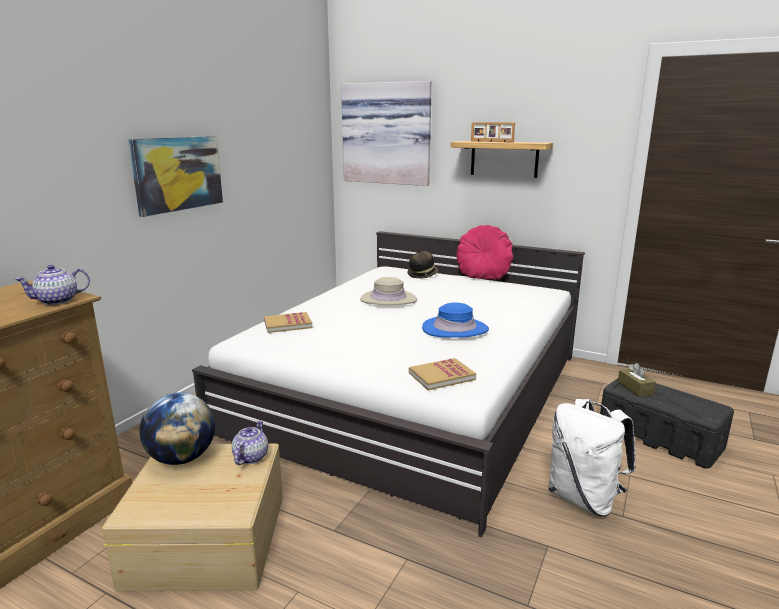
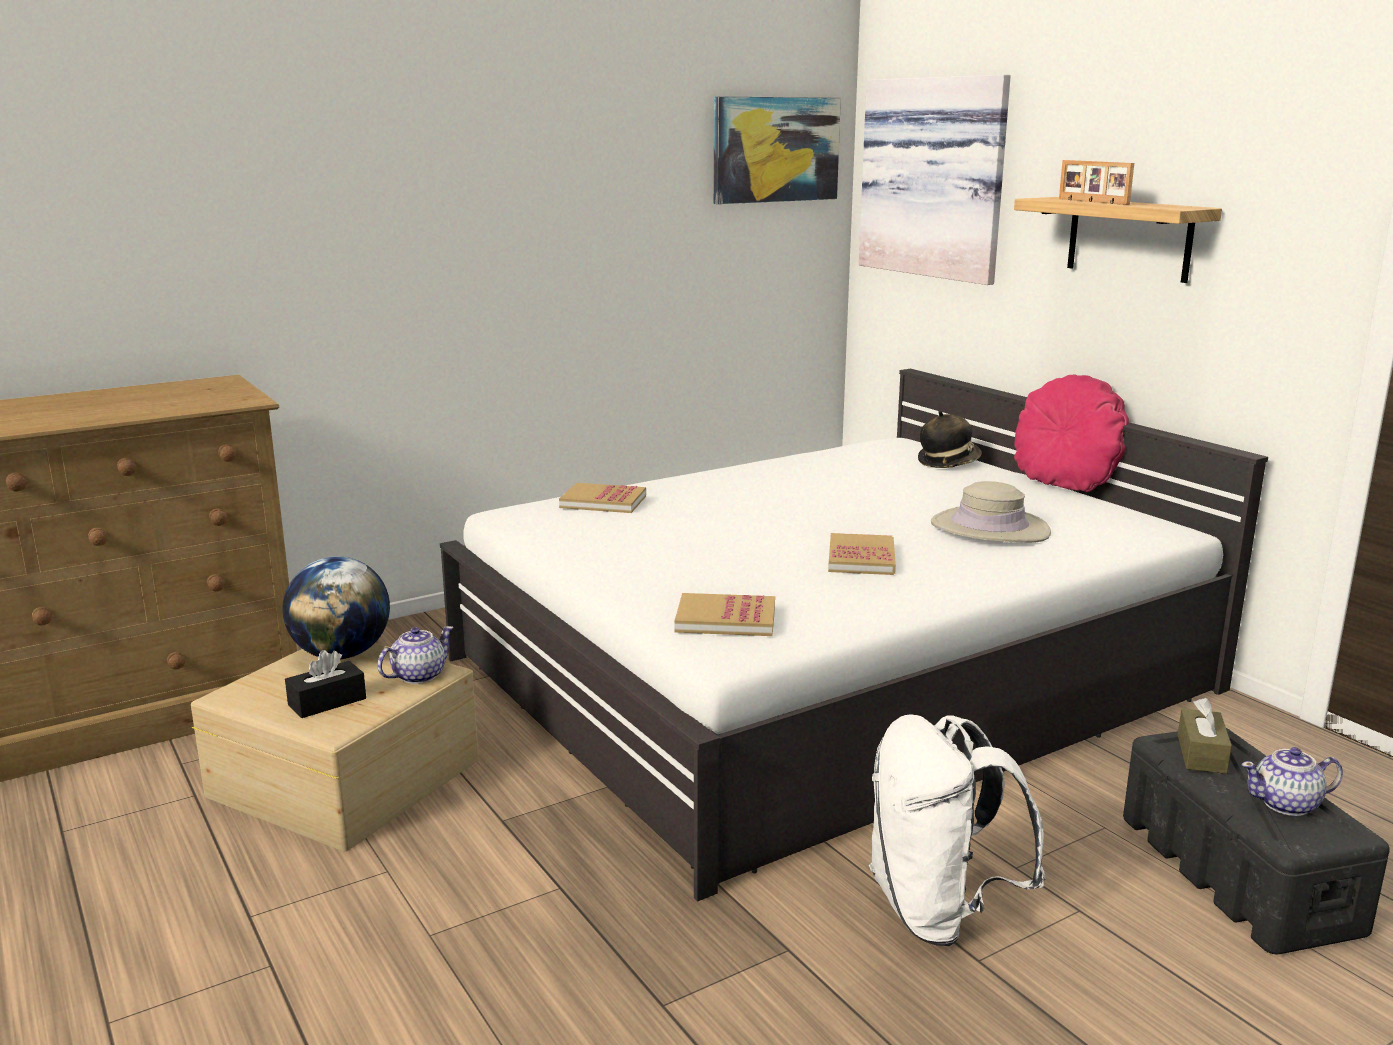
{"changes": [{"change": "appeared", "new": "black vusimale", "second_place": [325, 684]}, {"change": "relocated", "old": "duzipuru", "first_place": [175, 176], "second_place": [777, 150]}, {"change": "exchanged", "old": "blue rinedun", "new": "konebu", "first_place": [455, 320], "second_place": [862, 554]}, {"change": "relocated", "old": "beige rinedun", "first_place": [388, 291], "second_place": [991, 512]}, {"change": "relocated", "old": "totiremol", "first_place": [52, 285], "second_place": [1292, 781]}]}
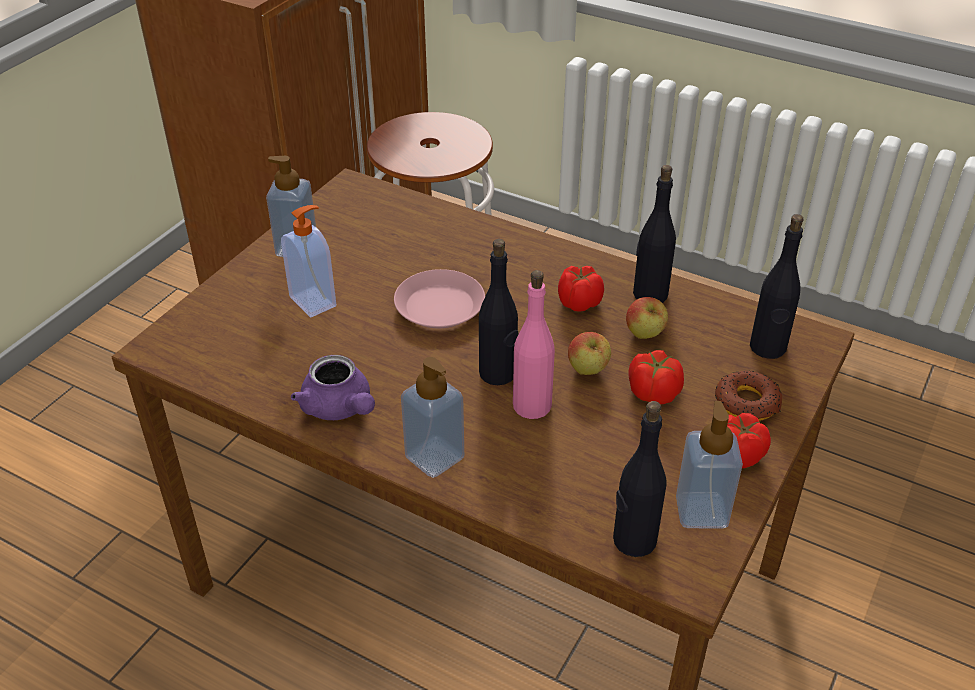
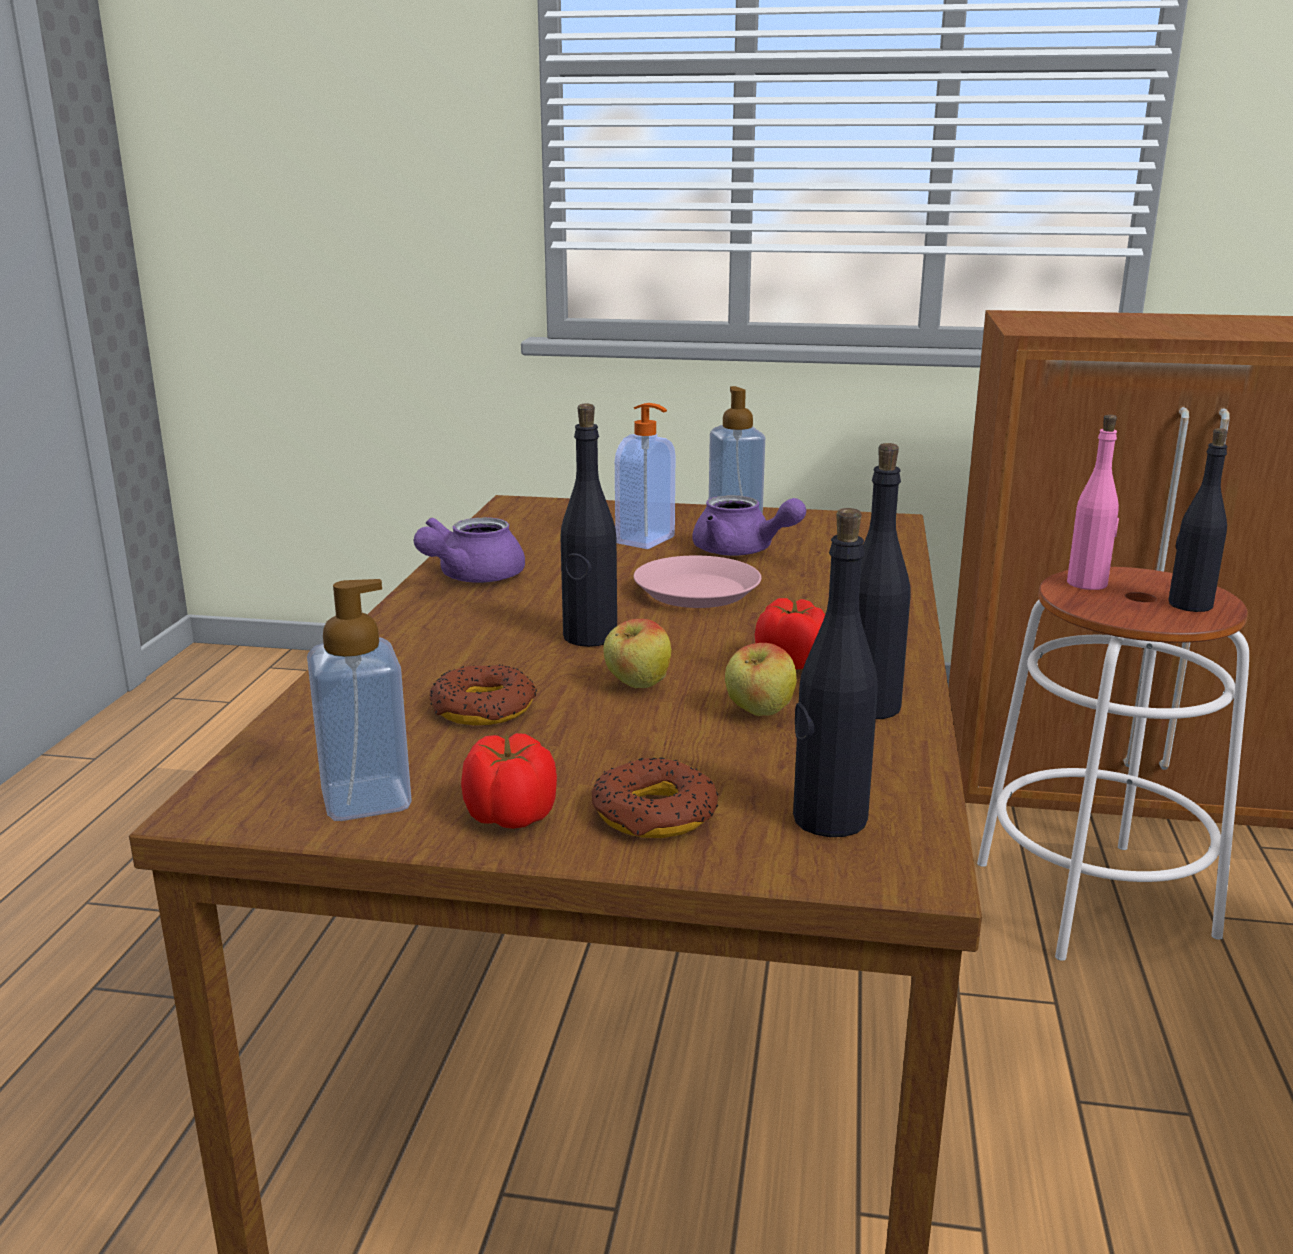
{"changes": [{"change": "appeared", "new": "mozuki", "second_place": [483, 694]}, {"change": "appeared", "new": "purple totiremol", "second_place": [749, 525]}, {"change": "relocated", "old": "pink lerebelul", "first_place": [534, 344], "second_place": [1093, 502]}, {"change": "relocated", "old": "black lerebelul", "first_place": [640, 479], "second_place": [1197, 520]}, {"change": "missing", "old": "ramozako", "first_place": [432, 417]}, {"change": "missing", "old": "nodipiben", "first_place": [656, 377]}]}
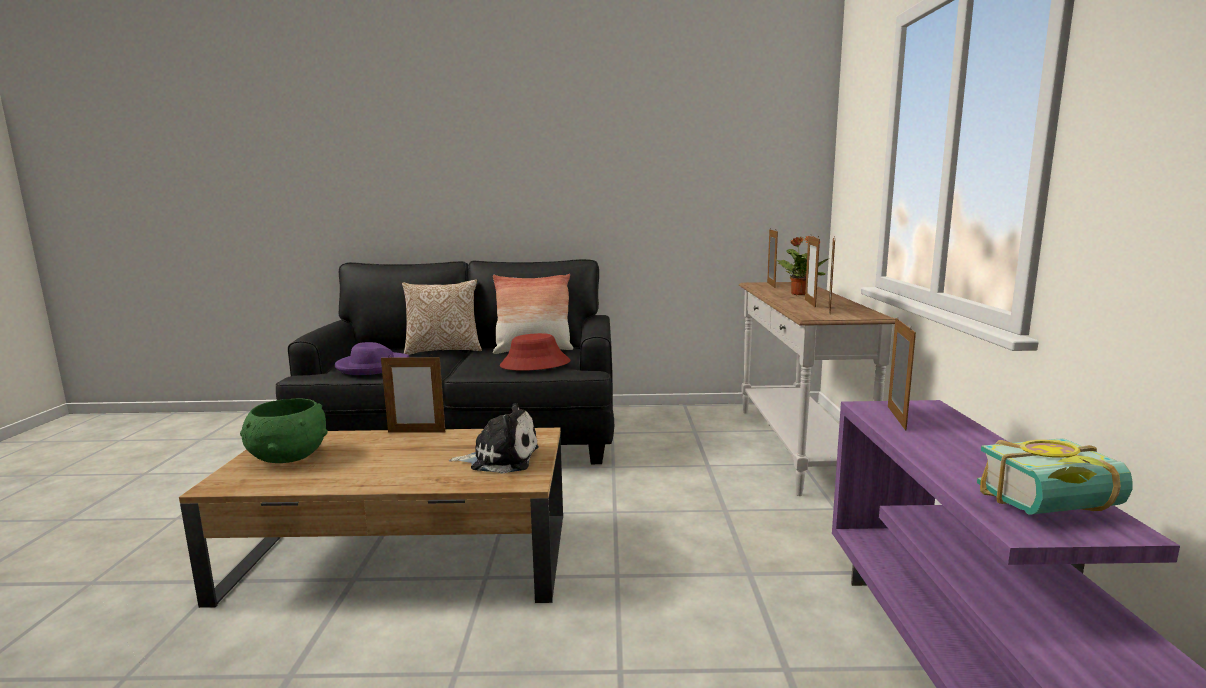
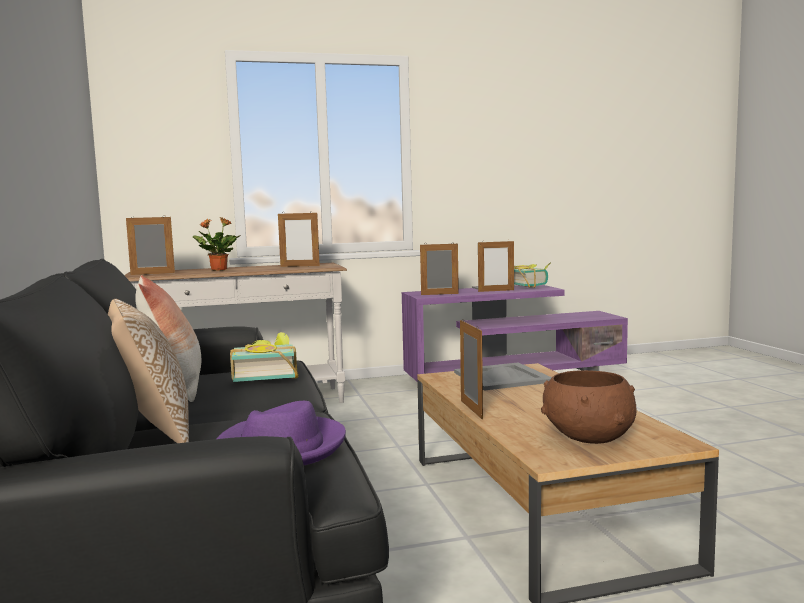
{"changes": [{"change": "exchanged", "old": "red rinedun", "new": "konebu", "first_place": [535, 352], "second_place": [264, 357]}, {"change": "exchanged", "old": "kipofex", "new": "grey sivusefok", "first_place": [494, 438], "second_place": [503, 376]}, {"change": "relocated", "old": "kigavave", "first_place": [812, 271], "second_place": [496, 266]}, {"change": "colour", "old": "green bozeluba", "new": "brown bozeluba", "first_place": [284, 431], "second_place": [588, 407]}]}
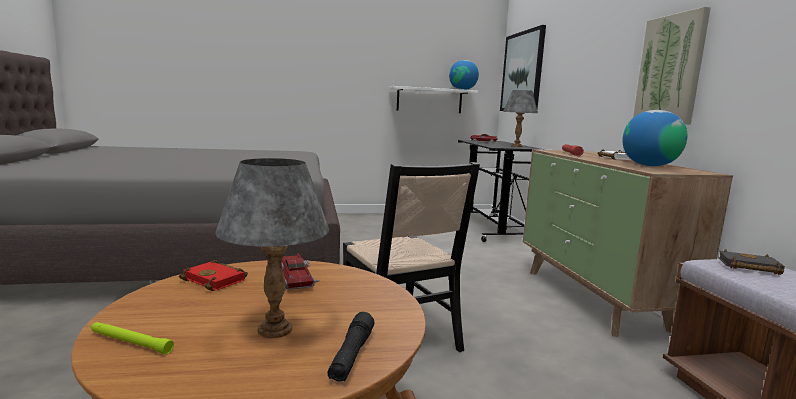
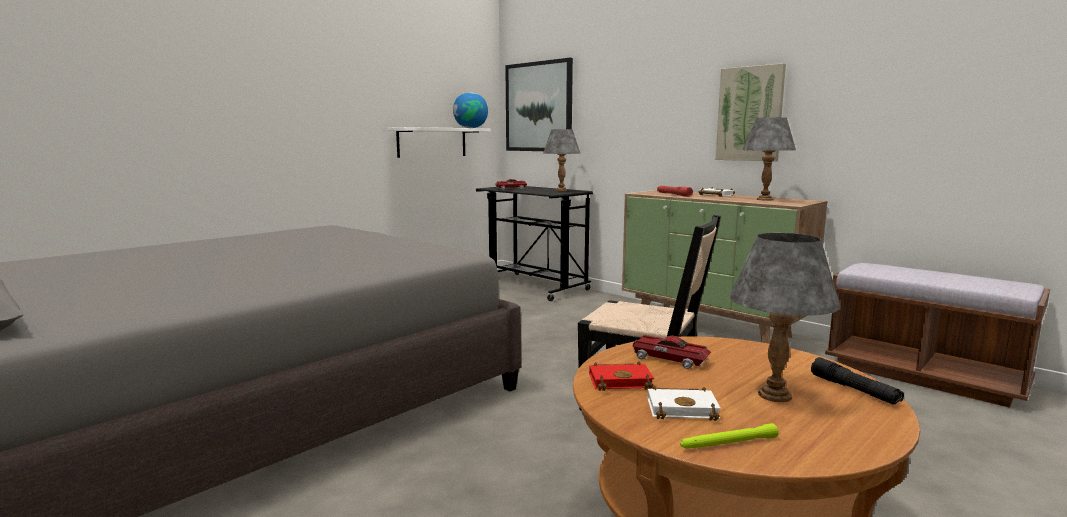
{"changes": [{"change": "appeared", "new": "white konebu", "second_place": [684, 403]}, {"change": "exchanged", "old": "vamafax", "new": "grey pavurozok", "first_place": [654, 138], "second_place": [769, 159]}, {"change": "missing", "old": "black konebu", "first_place": [751, 262]}]}
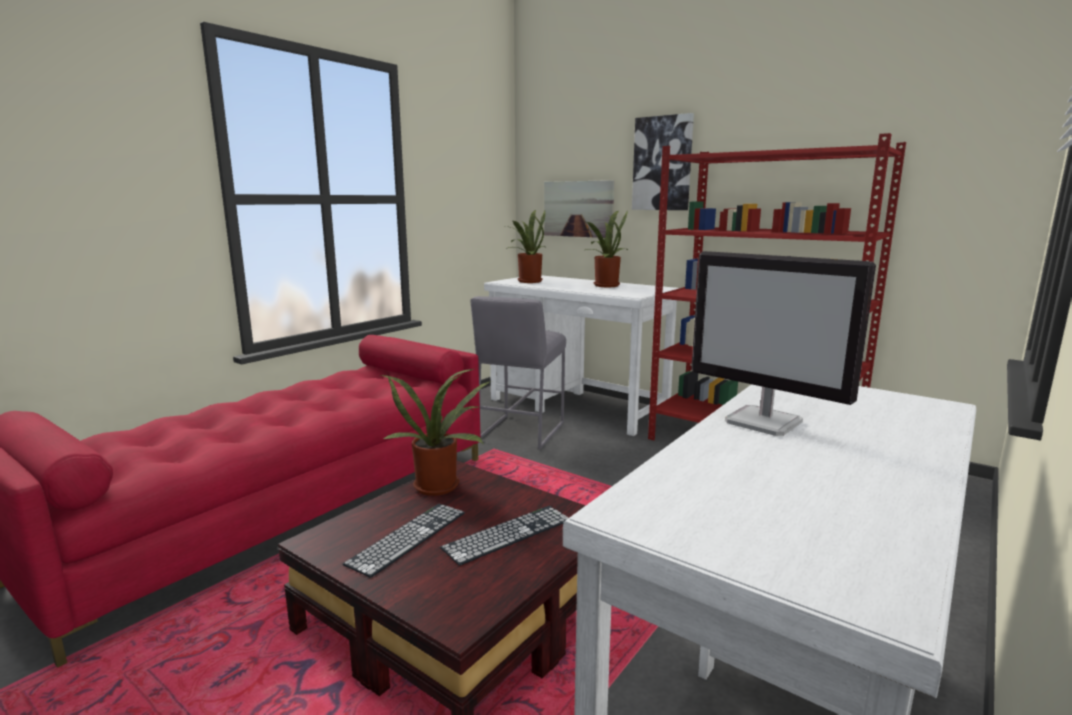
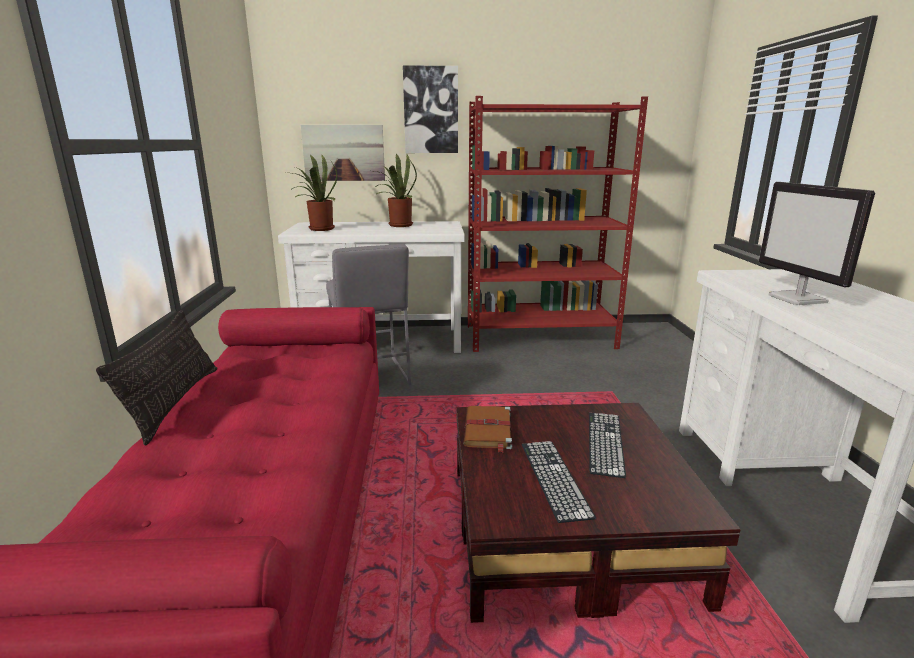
{"changes": [{"change": "appeared", "new": "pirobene", "second_place": [156, 378]}, {"change": "exchanged", "old": "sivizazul", "new": "brown konebu", "first_place": [435, 432], "second_place": [487, 429]}, {"change": "spun", "old": "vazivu", "first_place": [783, 343], "second_place": [817, 243], "degrees": 75}]}
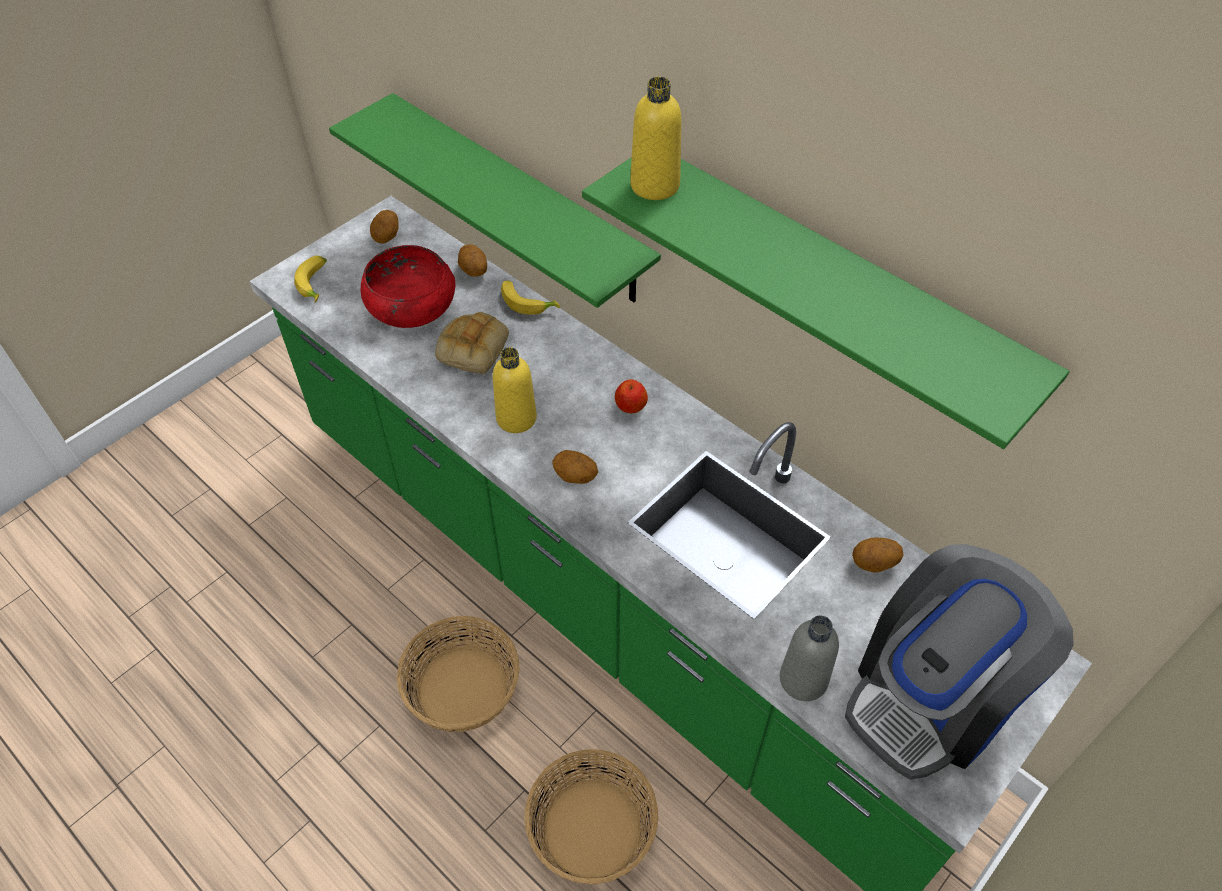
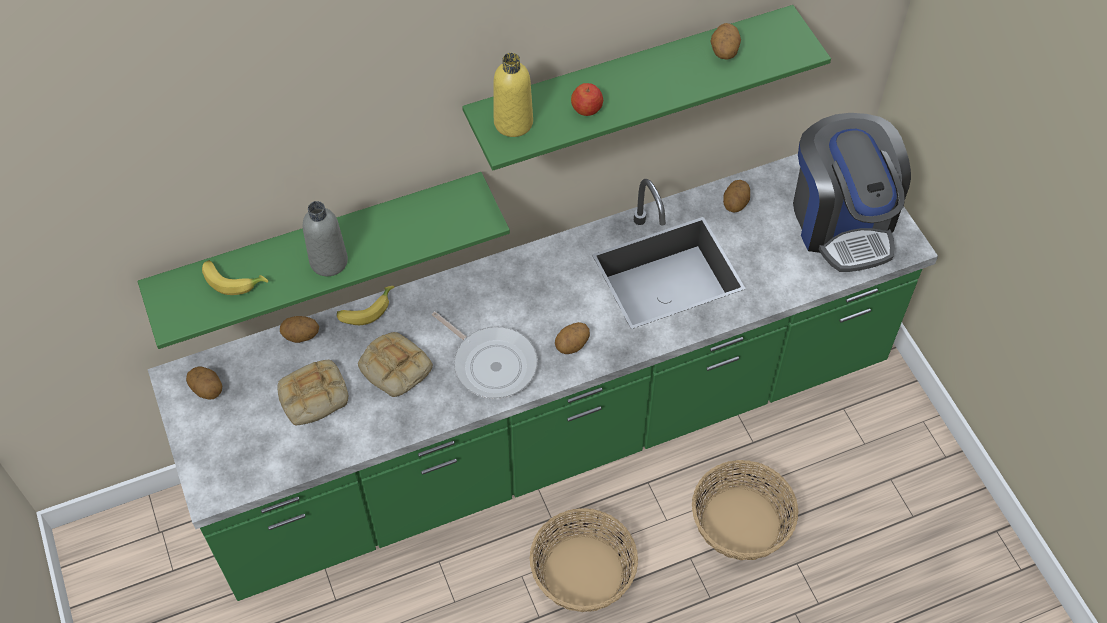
{"changes": [{"change": "relocated", "old": "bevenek", "first_place": [310, 279], "second_place": [235, 277]}, {"change": "exchanged", "old": "red bozeluba", "new": "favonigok", "first_place": [407, 286], "second_place": [312, 393]}, {"change": "relocated", "old": "grey lerebelul", "first_place": [809, 658], "second_place": [325, 238]}, {"change": "exchanged", "old": "yellow lerebelul", "new": "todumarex", "first_place": [515, 390], "second_place": [485, 355]}, {"change": "relocated", "old": "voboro", "first_place": [631, 396], "second_place": [587, 99]}, {"change": "appeared", "new": "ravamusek", "second_place": [725, 41]}]}
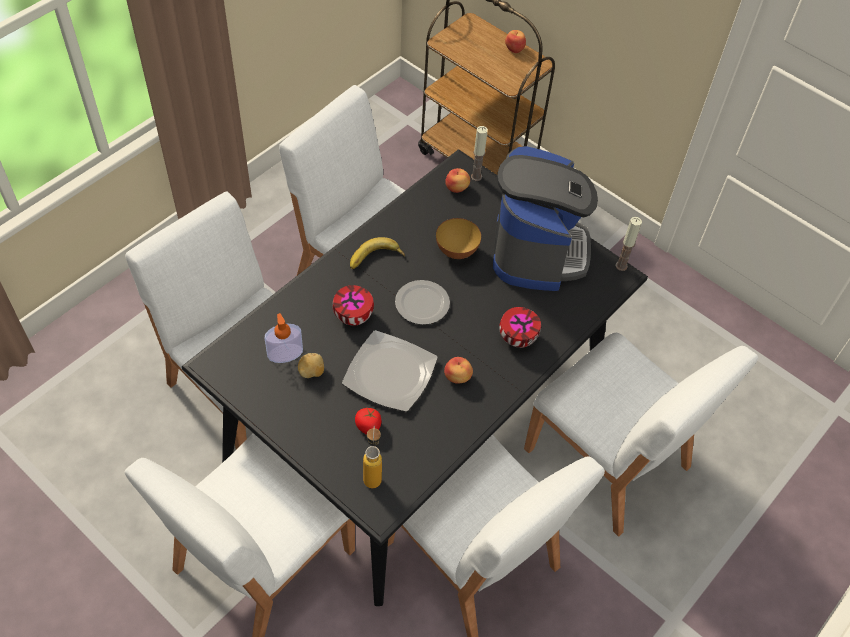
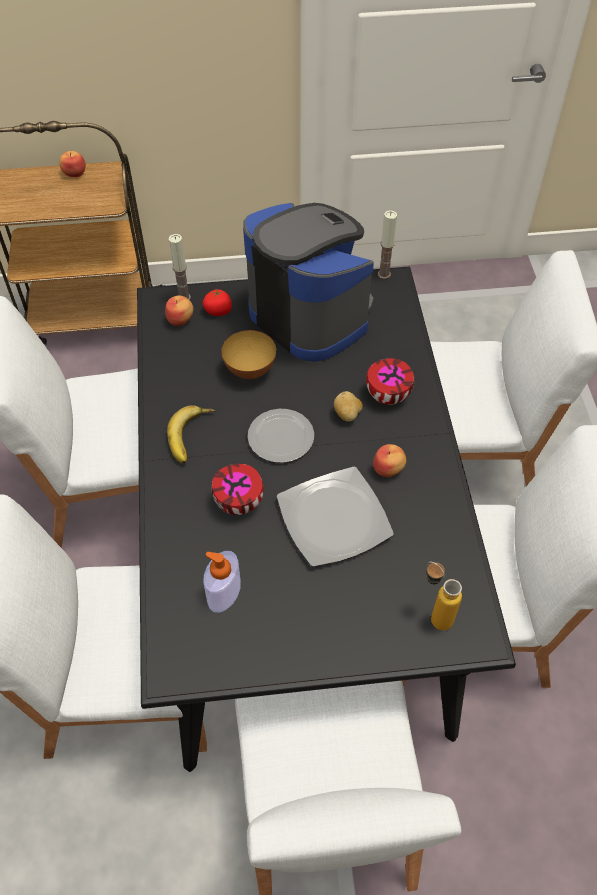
{"changes": [{"change": "relocated", "old": "nodipiben", "first_place": [368, 421], "second_place": [217, 302]}, {"change": "relocated", "old": "ravamusek", "first_place": [311, 365], "second_place": [348, 406]}]}
